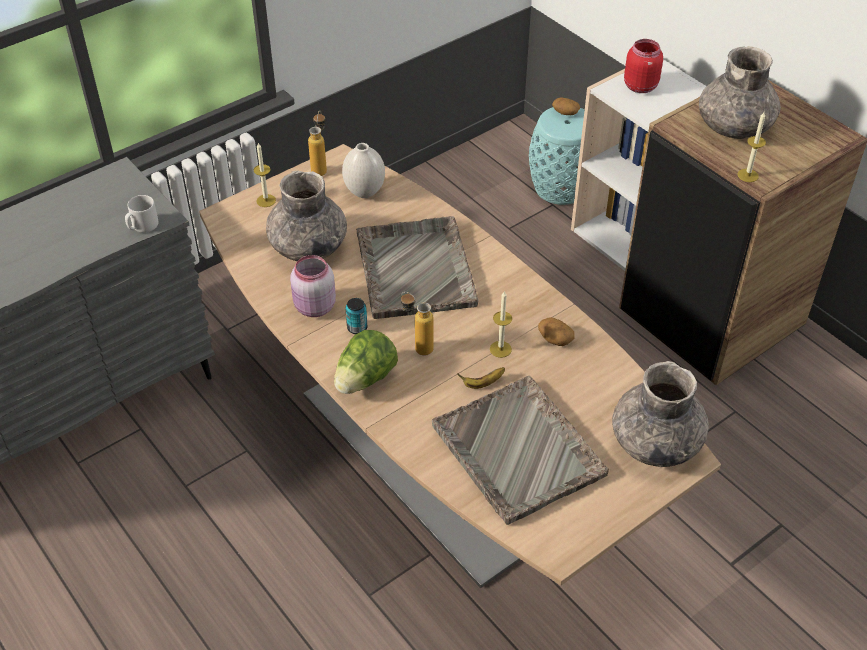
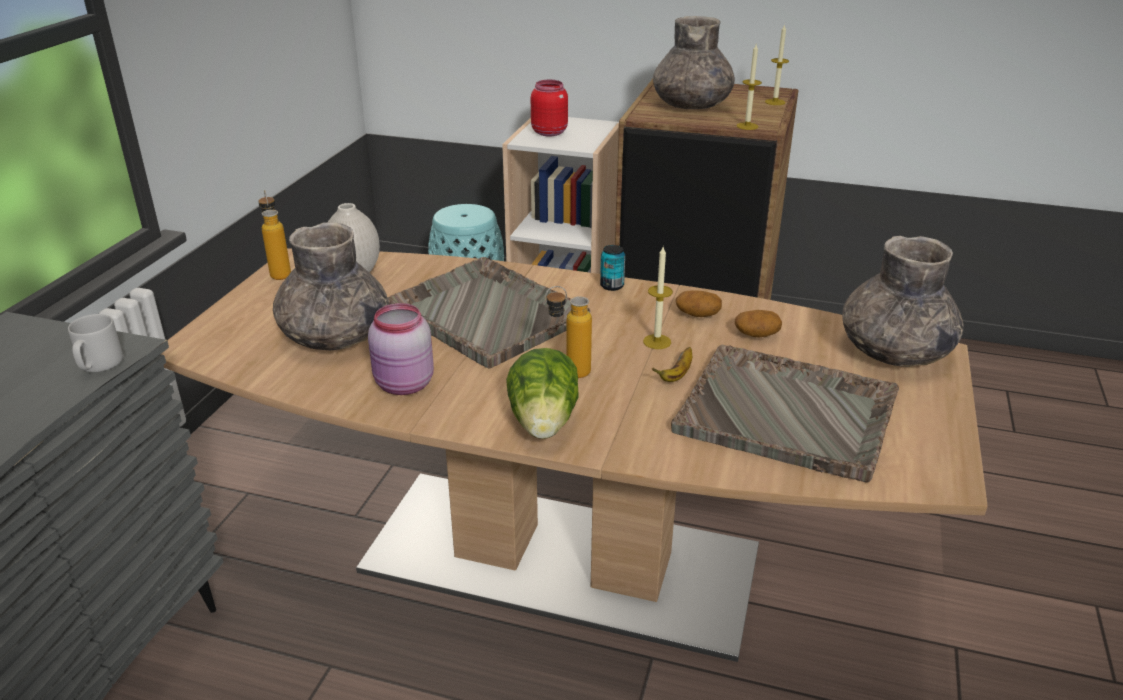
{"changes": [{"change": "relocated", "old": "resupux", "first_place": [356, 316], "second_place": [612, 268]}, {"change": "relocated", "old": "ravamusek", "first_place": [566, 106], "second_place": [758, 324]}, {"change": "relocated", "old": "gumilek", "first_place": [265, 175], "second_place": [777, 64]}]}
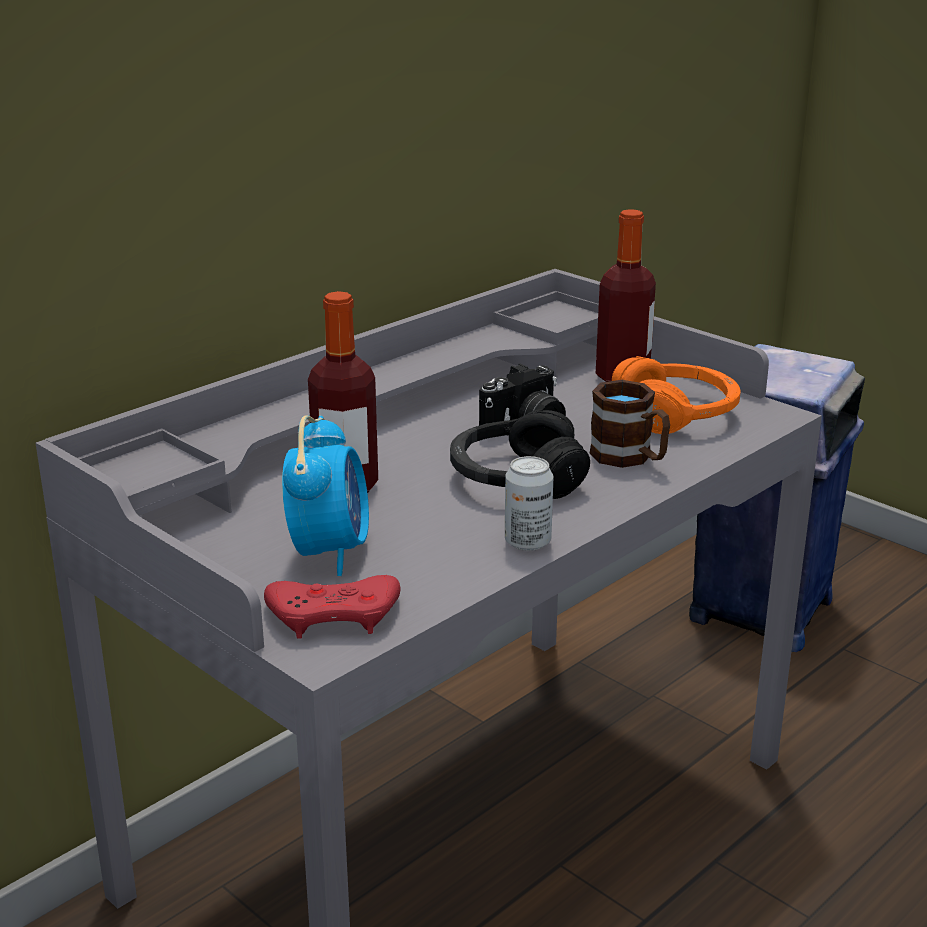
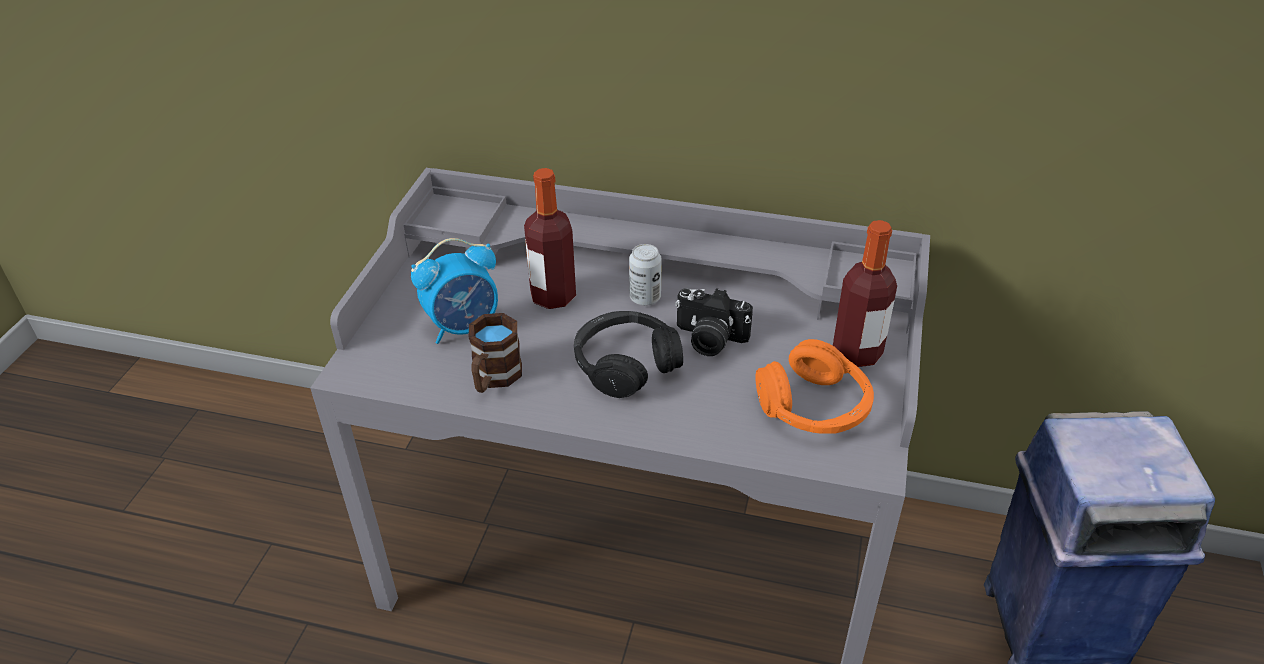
{"changes": [{"change": "relocated", "old": "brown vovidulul", "first_place": [629, 424], "second_place": [495, 353]}, {"change": "relocated", "old": "resupux", "first_place": [529, 503], "second_place": [645, 275]}, {"change": "missing", "old": "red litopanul", "first_place": [332, 607]}]}
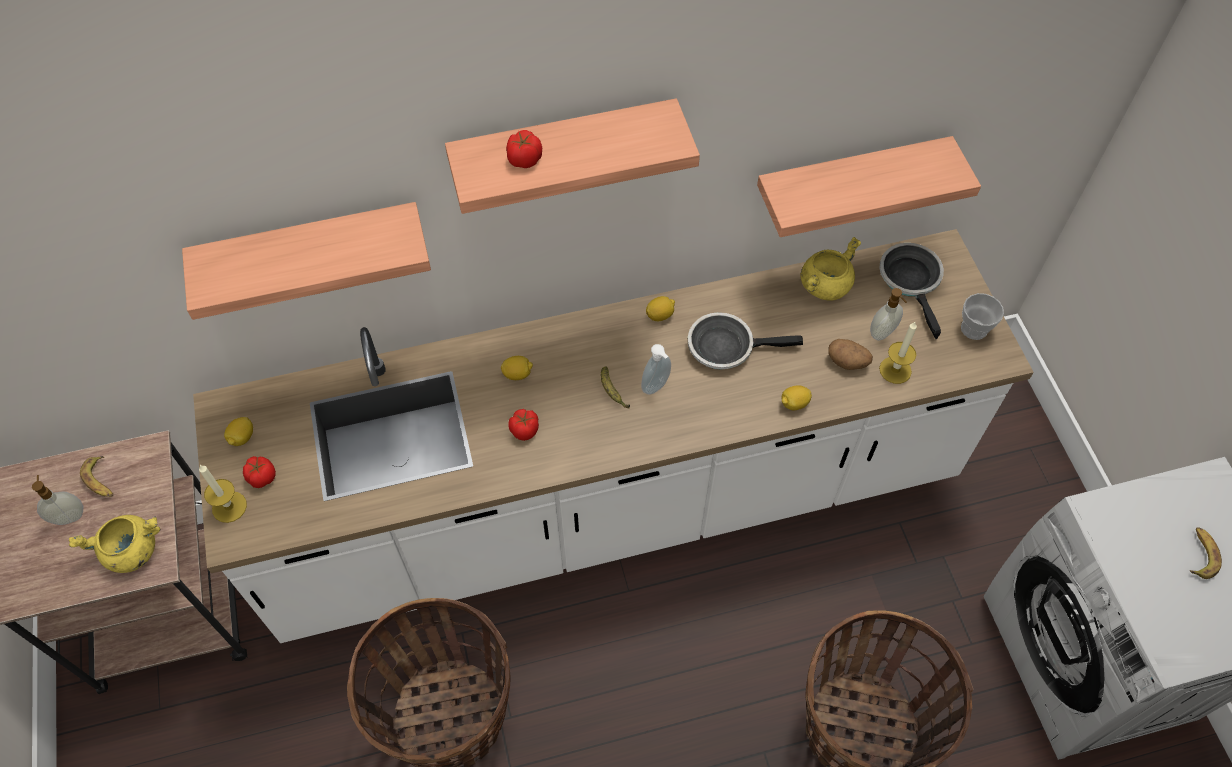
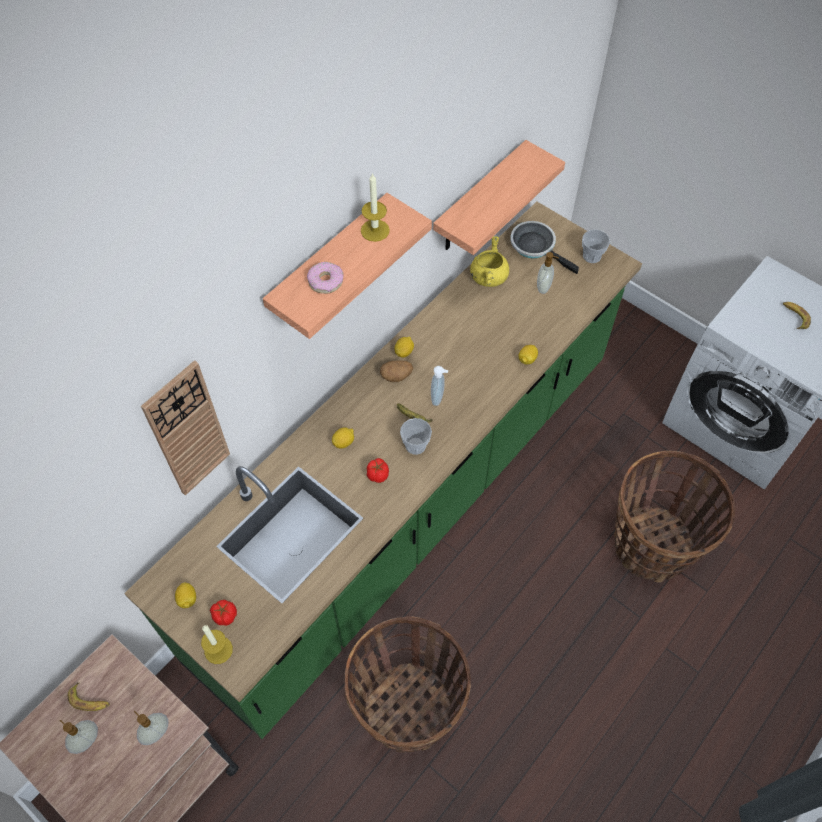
{"changes": [{"change": "colour", "old": "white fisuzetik", "new": "green fisuzetik", "first_place": [613, 436], "second_place": [383, 470]}, {"change": "exchanged", "old": "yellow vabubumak", "new": "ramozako", "first_place": [114, 544], "second_place": [151, 728]}, {"change": "exchanged", "old": "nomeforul", "new": "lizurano", "first_place": [306, 261], "second_place": [185, 427]}, {"change": "exchanged", "old": "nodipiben", "new": "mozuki", "first_place": [524, 149], "second_place": [325, 278]}, {"change": "relocated", "old": "gumilek", "first_place": [898, 353], "second_place": [375, 207]}, {"change": "relocated", "old": "ravamusek", "first_place": [850, 354], "second_place": [396, 371]}, {"change": "appeared", "new": "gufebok", "second_place": [416, 436]}, {"change": "missing", "old": "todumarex", "first_place": [745, 341]}]}
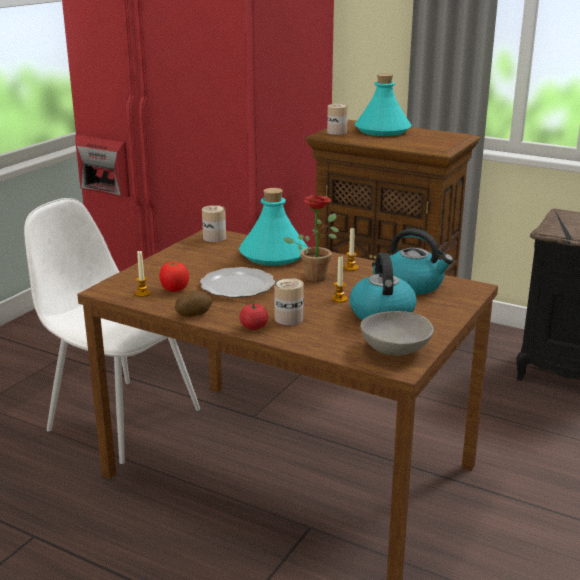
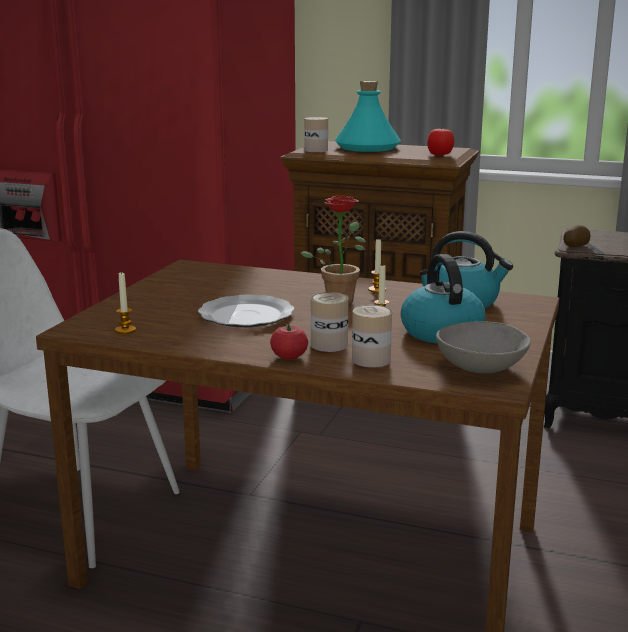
{"changes": [{"change": "relocated", "old": "resupux", "first_place": [214, 223], "second_place": [372, 336]}, {"change": "relocated", "old": "nodipiben", "first_place": [174, 277], "second_place": [440, 141]}, {"change": "relocated", "old": "ravamusek", "first_place": [194, 304], "second_place": [576, 236]}, {"change": "missing", "old": "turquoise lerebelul", "first_place": [273, 227]}]}
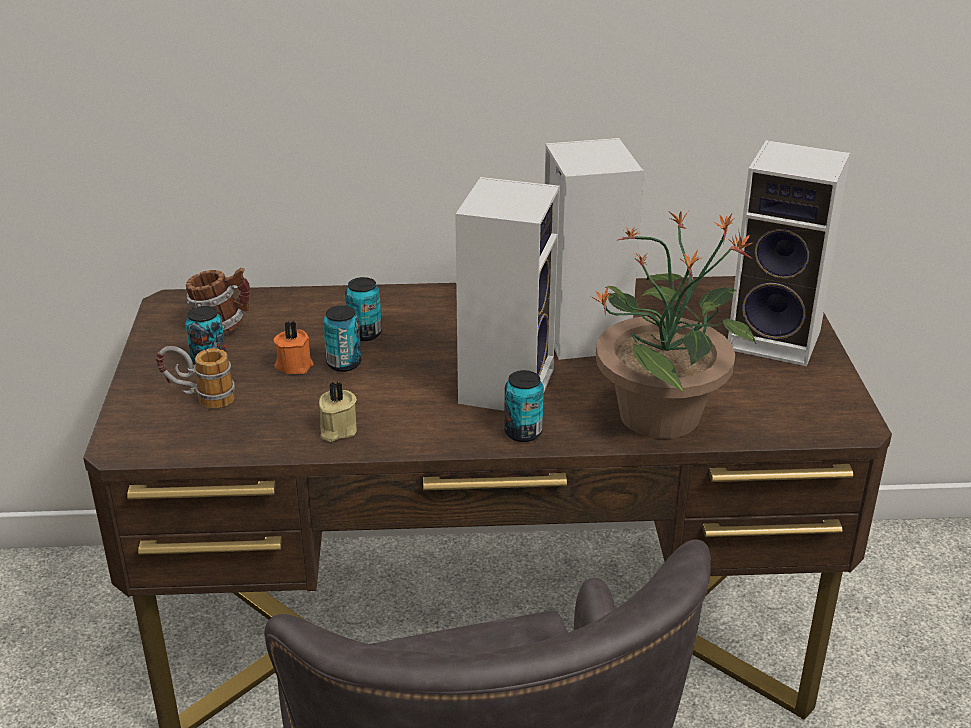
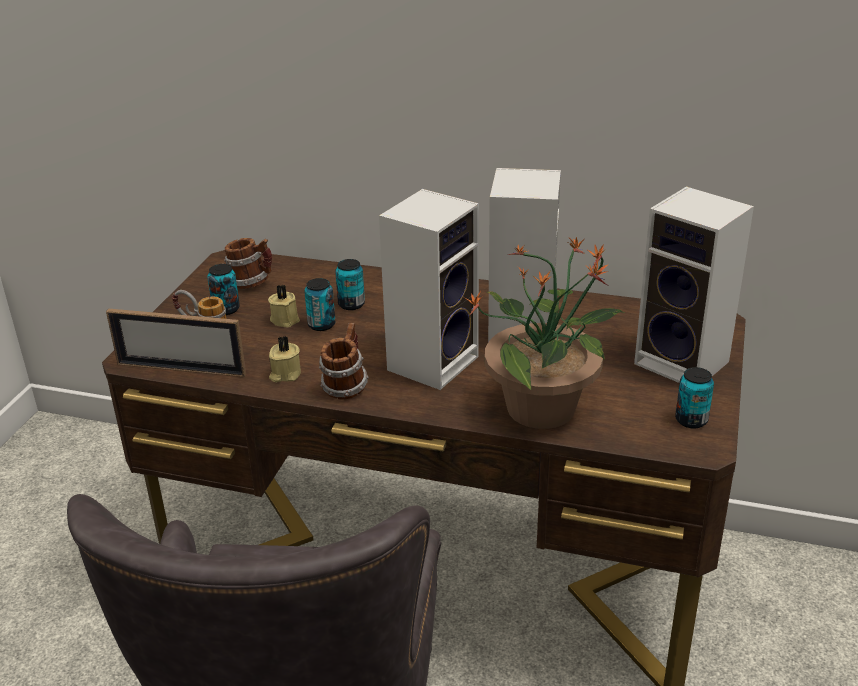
{"changes": [{"change": "appeared", "new": "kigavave", "second_place": [176, 343]}, {"change": "colour", "old": "orange gumilek", "new": "beige gumilek", "first_place": [293, 347], "second_place": [284, 306]}, {"change": "appeared", "new": "vovidulul", "second_place": [344, 361]}, {"change": "relocated", "old": "resupux", "first_place": [524, 406], "second_place": [694, 397]}]}
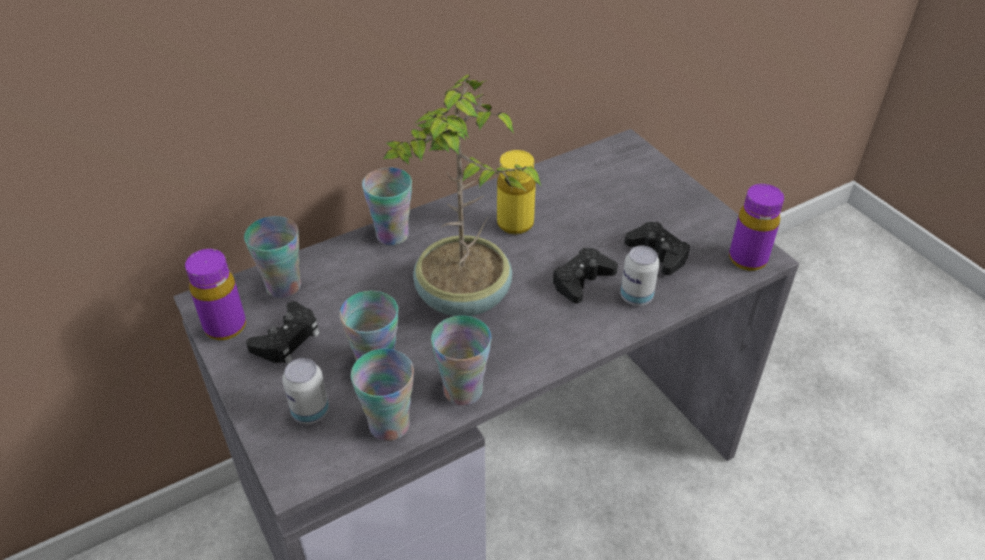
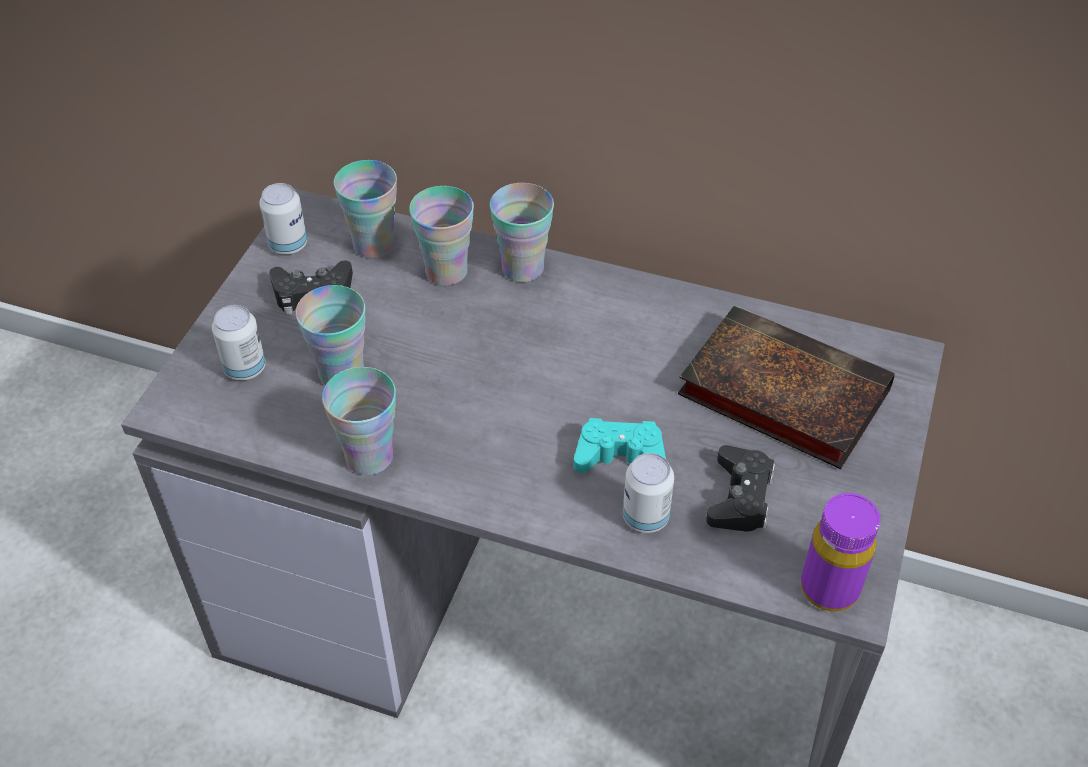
{"changes": [{"change": "exchanged", "old": "purple lerebelul", "new": "resupux", "first_place": [215, 294], "second_place": [283, 219]}, {"change": "relocated", "old": "gufebok", "first_place": [382, 395], "second_place": [441, 236]}, {"change": "colour", "old": "black litopanul", "new": "turquoise litopanul", "first_place": [585, 275], "second_place": [620, 445]}, {"change": "appeared", "new": "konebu", "second_place": [786, 387]}, {"change": "missing", "old": "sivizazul", "first_place": [462, 195]}, {"change": "missing", "old": "yellow lerebelul", "first_place": [516, 192]}]}
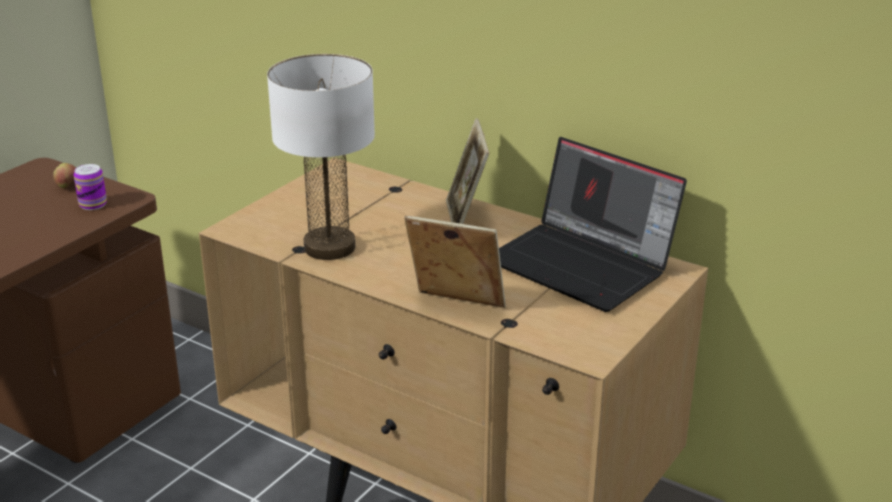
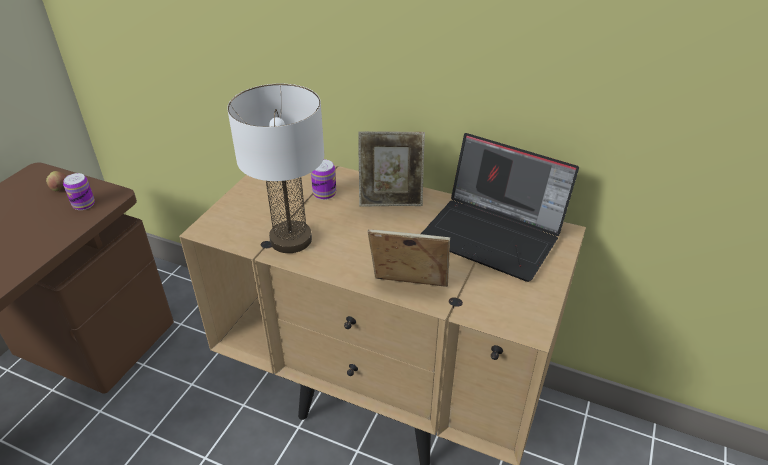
{"changes": [{"change": "appeared", "new": "resupux", "second_place": [323, 179]}, {"change": "spun", "old": "kigavave", "first_place": [467, 171], "second_place": [392, 169], "degrees": -75}]}
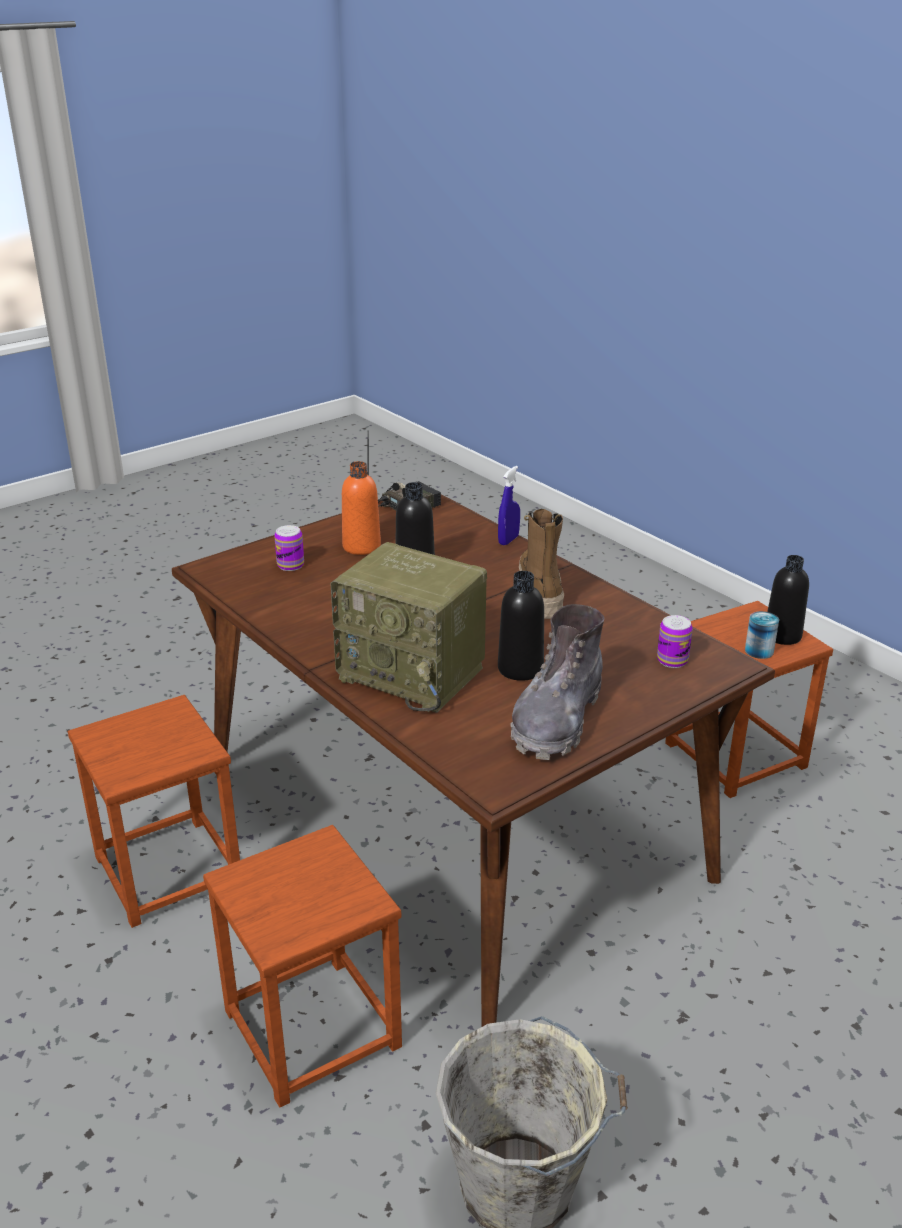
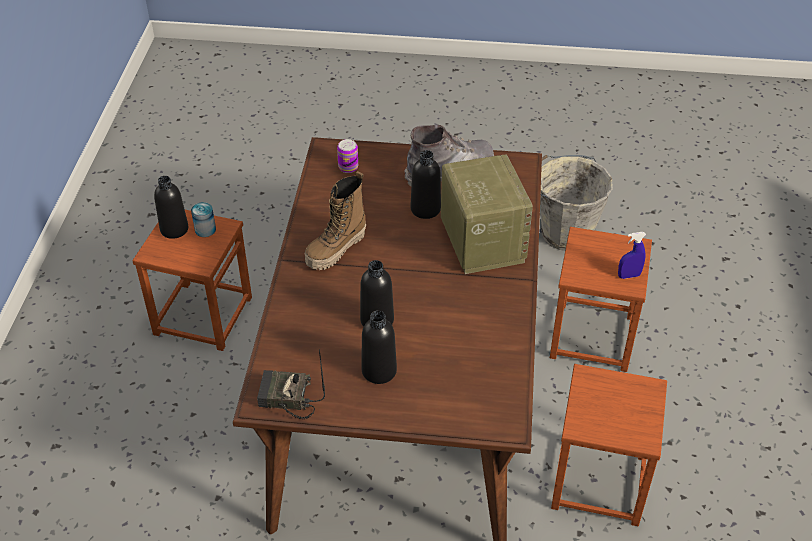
{"changes": [{"change": "colour", "old": "orange lerebelul", "new": "black lerebelul", "first_place": [361, 508], "second_place": [379, 347]}, {"change": "relocated", "old": "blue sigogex", "first_place": [509, 505], "second_place": [632, 255]}, {"change": "missing", "old": "resupux", "first_place": [289, 548]}]}
